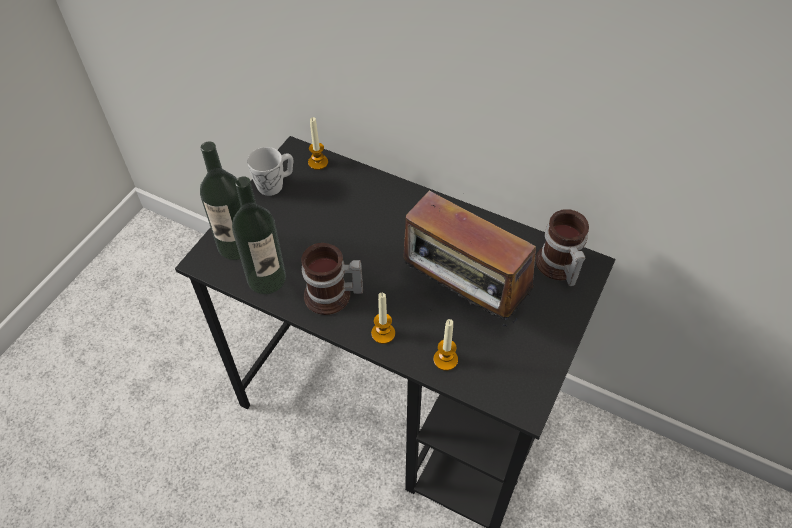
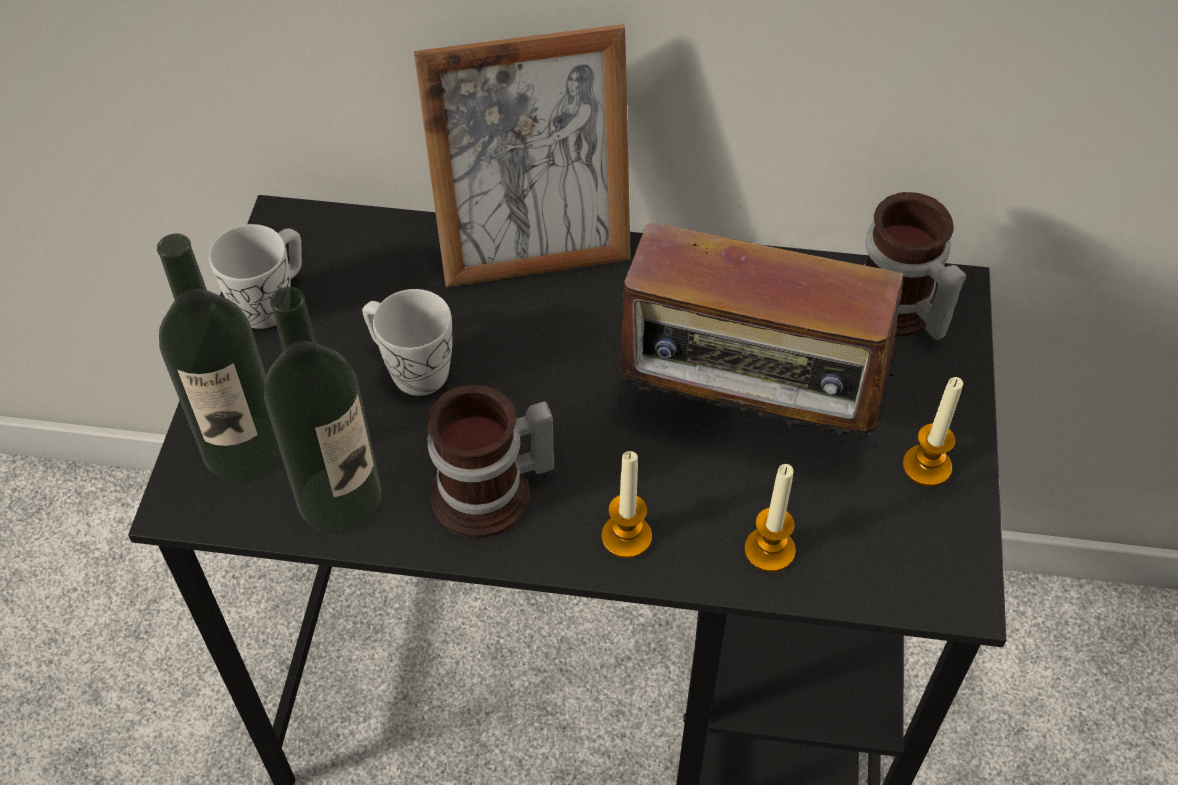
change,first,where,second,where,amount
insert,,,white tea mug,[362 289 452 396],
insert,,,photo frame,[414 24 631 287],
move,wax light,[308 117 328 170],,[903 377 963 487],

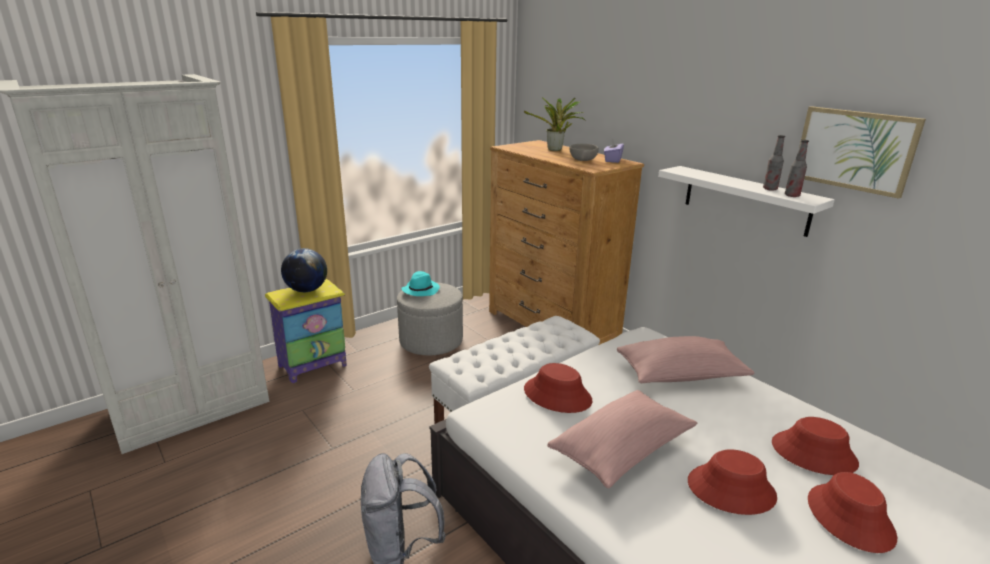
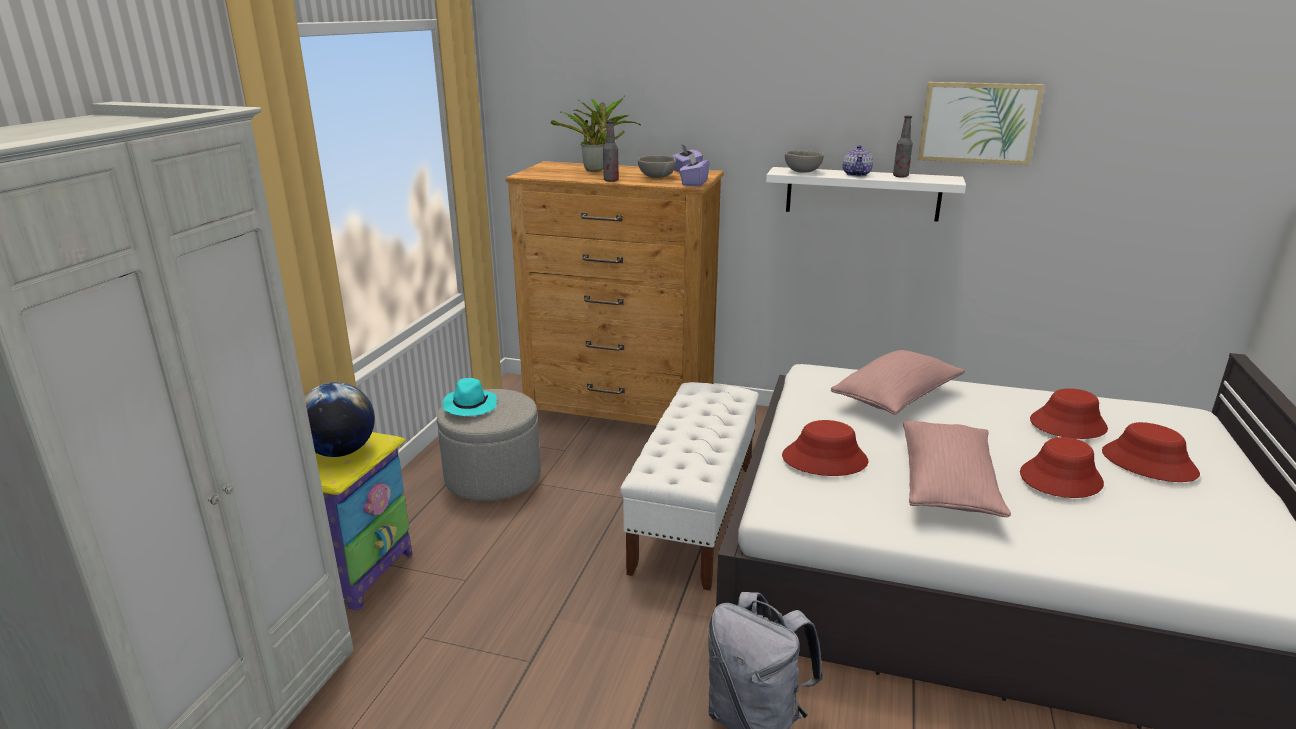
change,first,where,second,where,amount
move,drink bottle,[785 140 809 197],,[603 121 619 182],
insert,,,purple tissue box,[679 152 710 186],
insert,,,greyish deep dish,[785 151 824 173],
insert,,,teapot,[842 145 873 177],

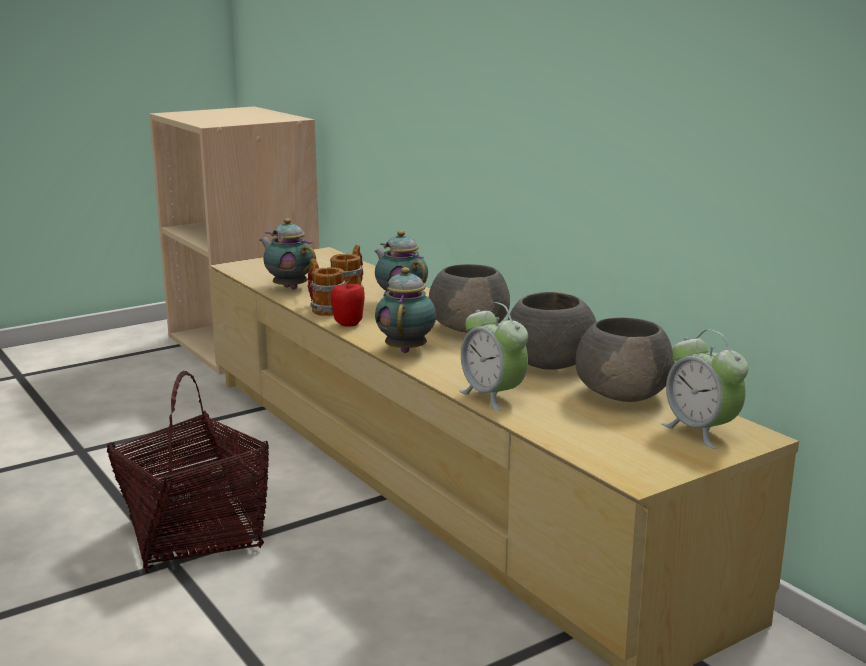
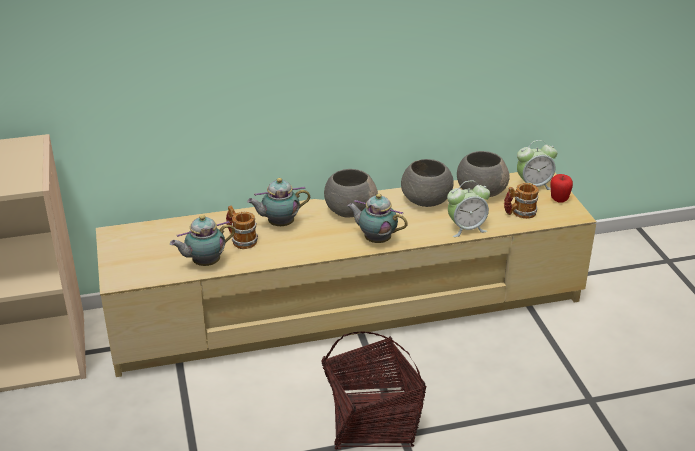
change,first,where,second,where,amount
move,tea mug,[307 259 346 316],,[504 183 539 219],
move,apple fruit,[331 283 365 327],,[550 174 573 203],

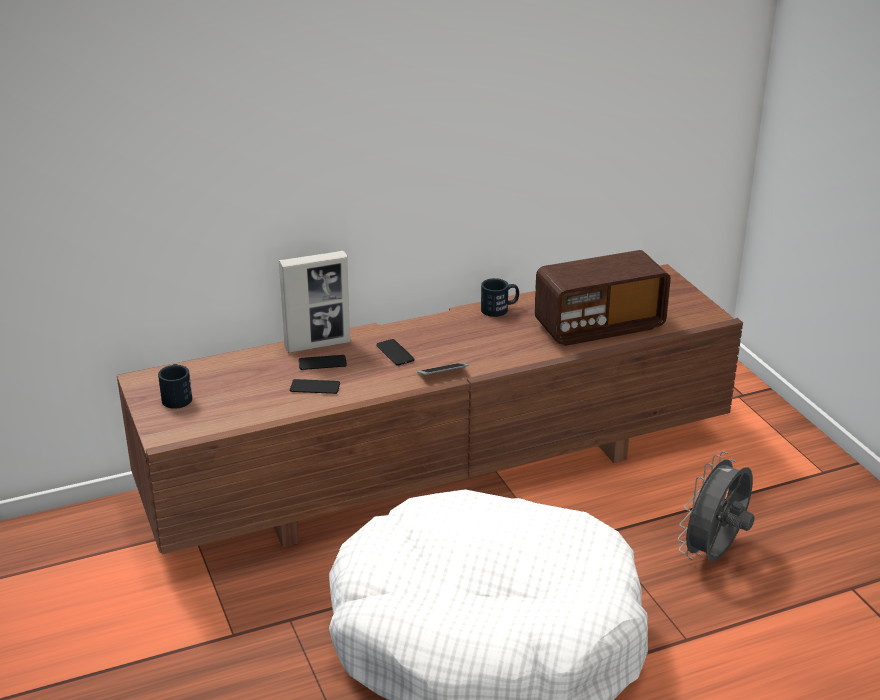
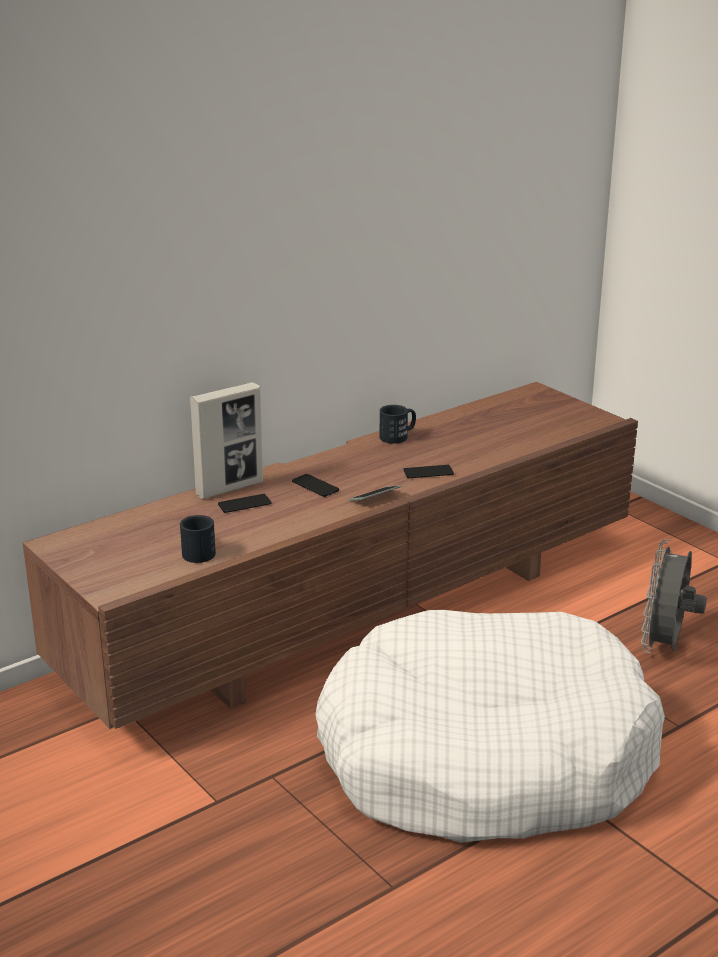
change,first,where,second,where,amount
move,black-coloured tea mug,[158 364 192 409],,[180 515 216 563],
move,handset,[290 379 340 394],,[403 465 454 478],
delete,radio,[534 250 671 346],,,

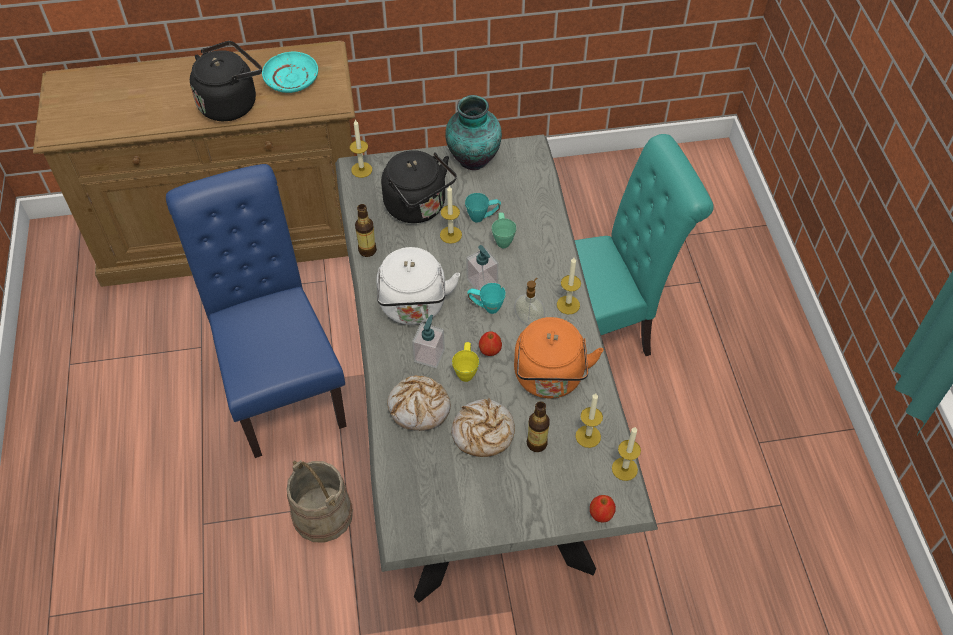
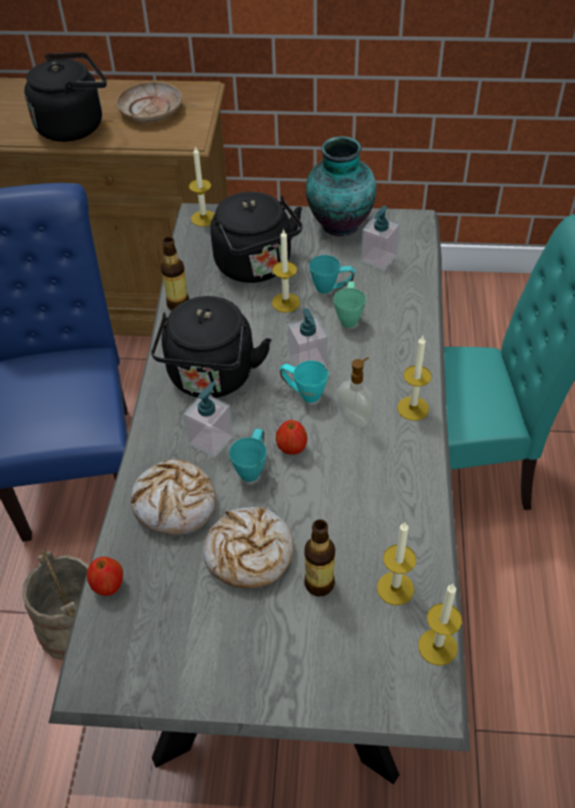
change,first,where,second,where,amount
move,apple fruit,[590 495 616 522],,[87 557 123 596],
recolor,turquoise-coloured plate,[262 52 318 93],sand-coloured plate,[116 82 182 122],
recolor,white tea kettle,[376 247 460 325],black-coloured tea kettle,[151 296 272 398],
recolor,yellow tea mug,[452 342 479 382],turquoise-coloured tea mug,[229 429 267 482],
insert,,,soap dispenser,[361 206 400 270],
delete,orange tea kettle,[514 317 603 398],,,

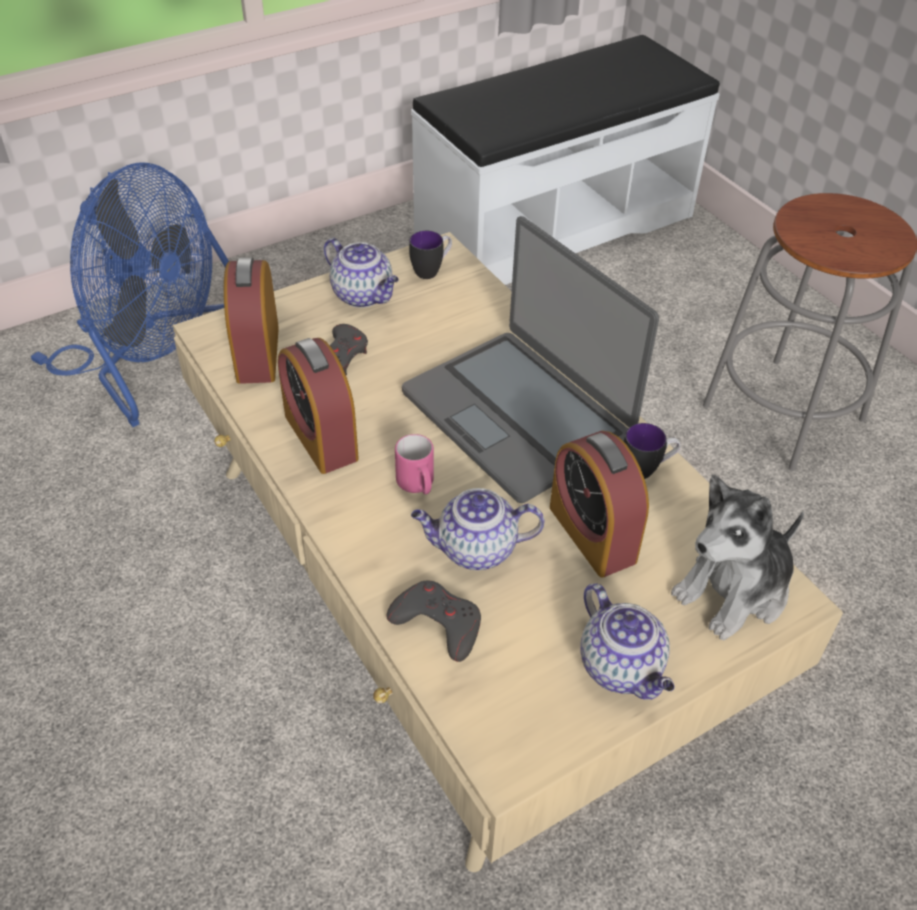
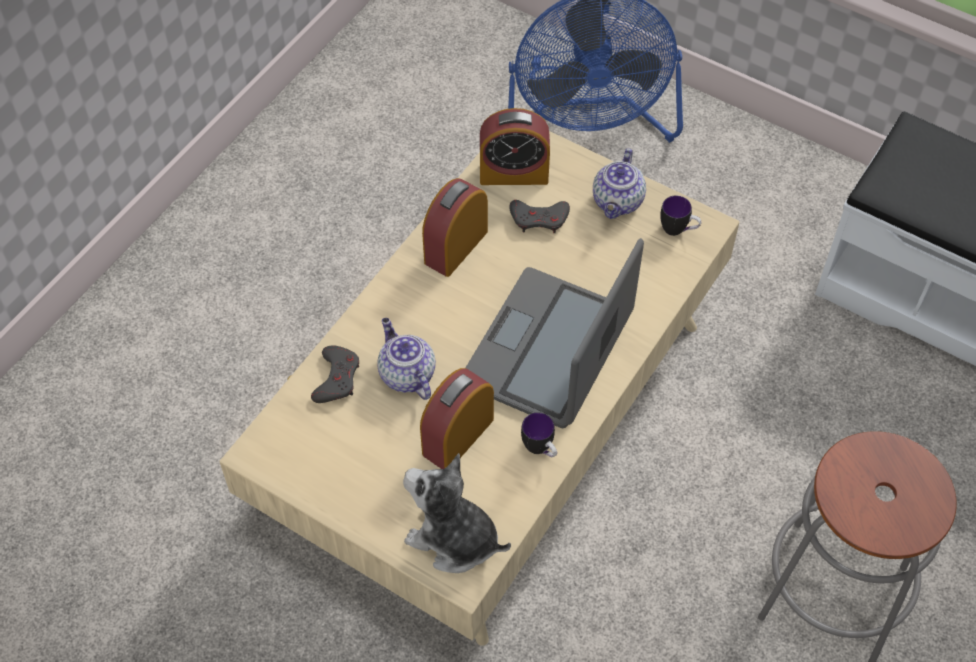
change,first,where,second,where,amount
rotate,table clock,[224 257 279 384],,[480 108 550 185],150 degrees counterclockwise
delete,pink-coloured tea mug,[395 434 434 494],,,
delete,teapot,[580 583 675 700],,,

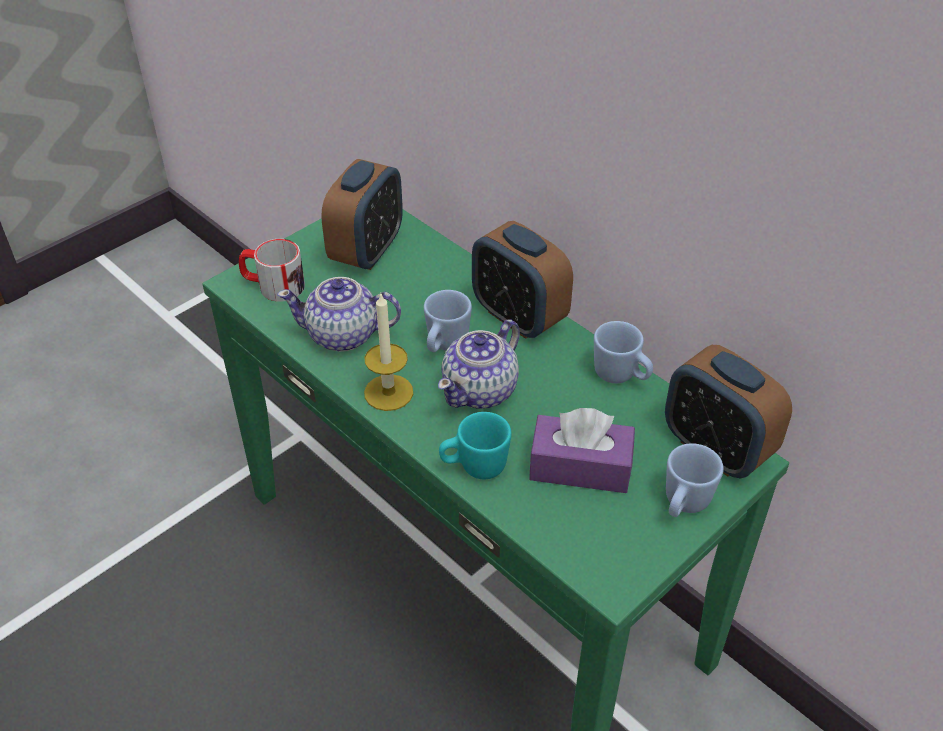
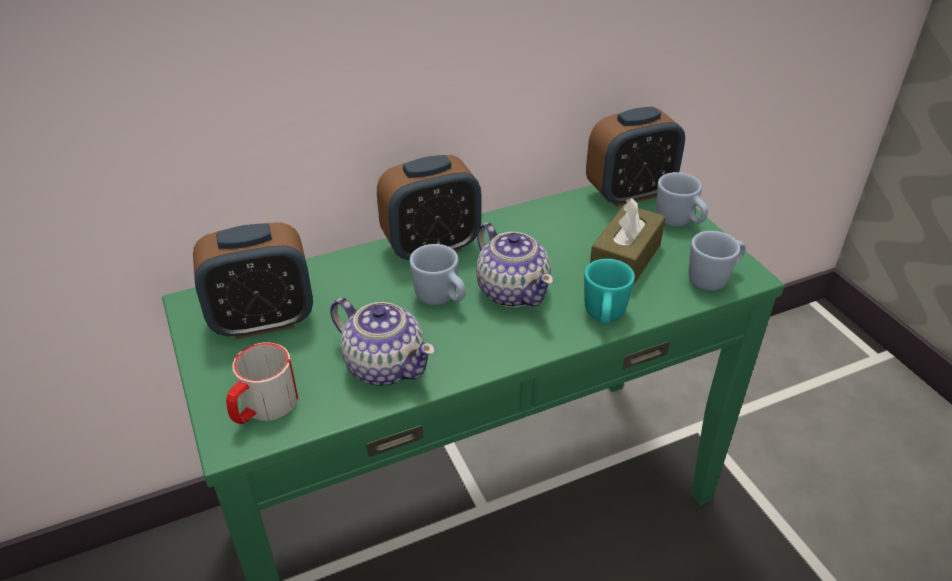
change,first,where,second,where,amount
rotate,table clock,[321 159 403 270],,[193 222 313 339],120 degrees clockwise
rotate,teapot,[277 277 401 352],,[330 298 436 386],75 degrees counterclockwise
recolor,purple tissue box,[529 408 635 493],brown tissue box,[590 198 666 286],
move,bluish tea mug,[594 321 653 383],,[688 231 746 291],
delete,wax light,[364 294 413 411],,,

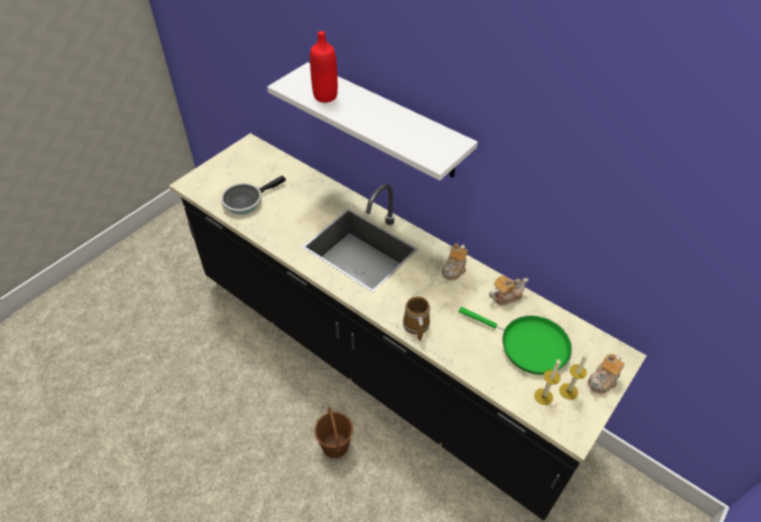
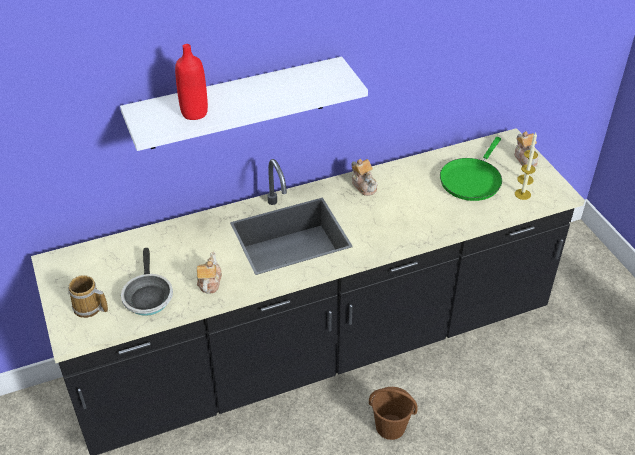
change,first,where,second,where,amount
move,tea mug,[403 296 430 340],,[69 275 108 318],
move,teapot,[489 275 528 305],,[197 252 222 294],
rotate,green-coloured frying pan,[459 307 572 375],,[440 137 502 201],150 degrees clockwise

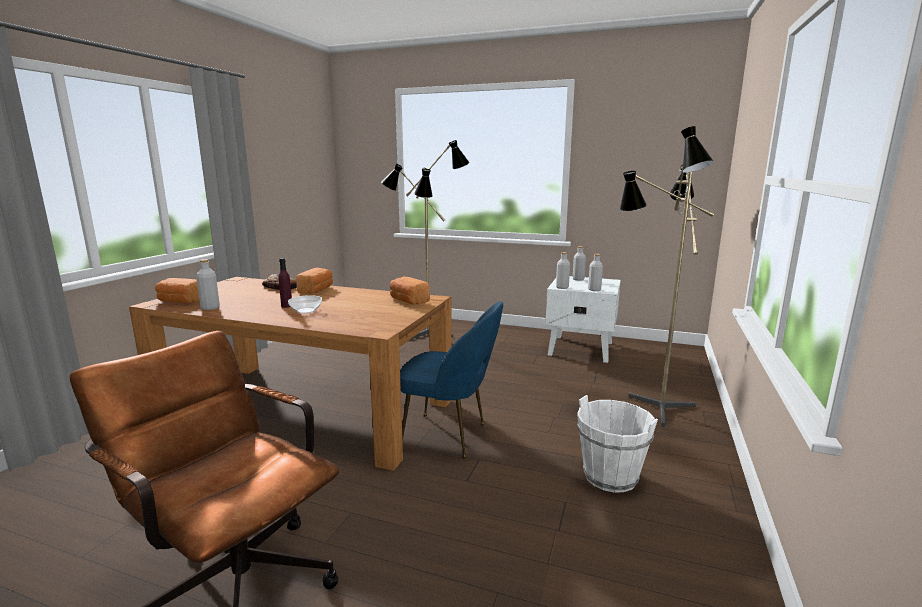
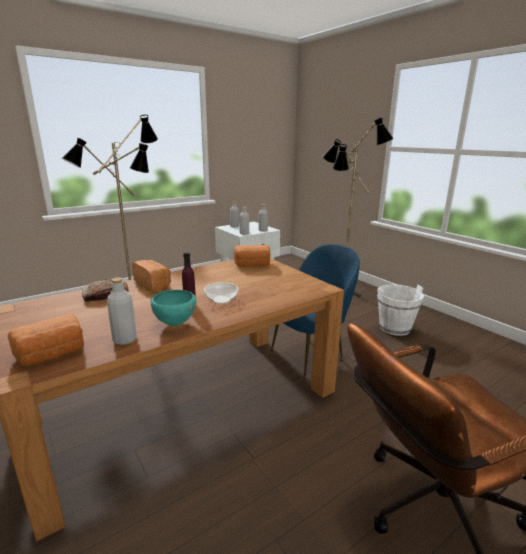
change,first,where,second,where,amount
insert,,,turquoise-coloured deep dish,[151 290 196 326],

